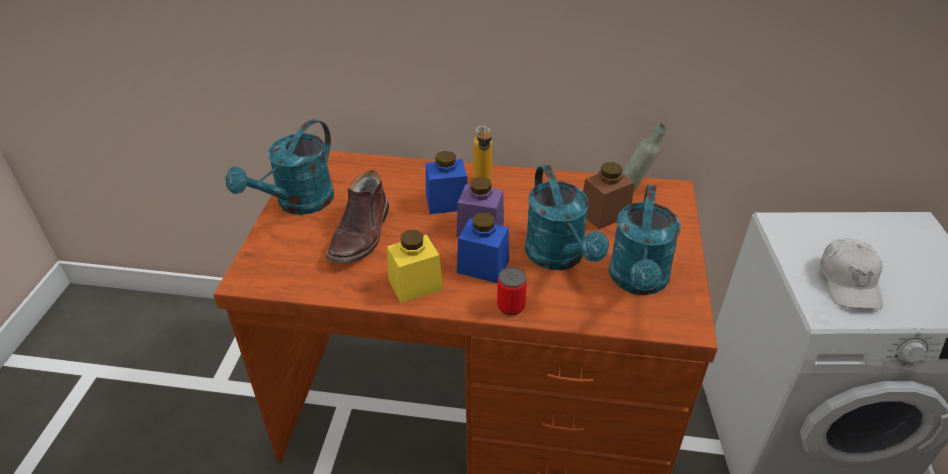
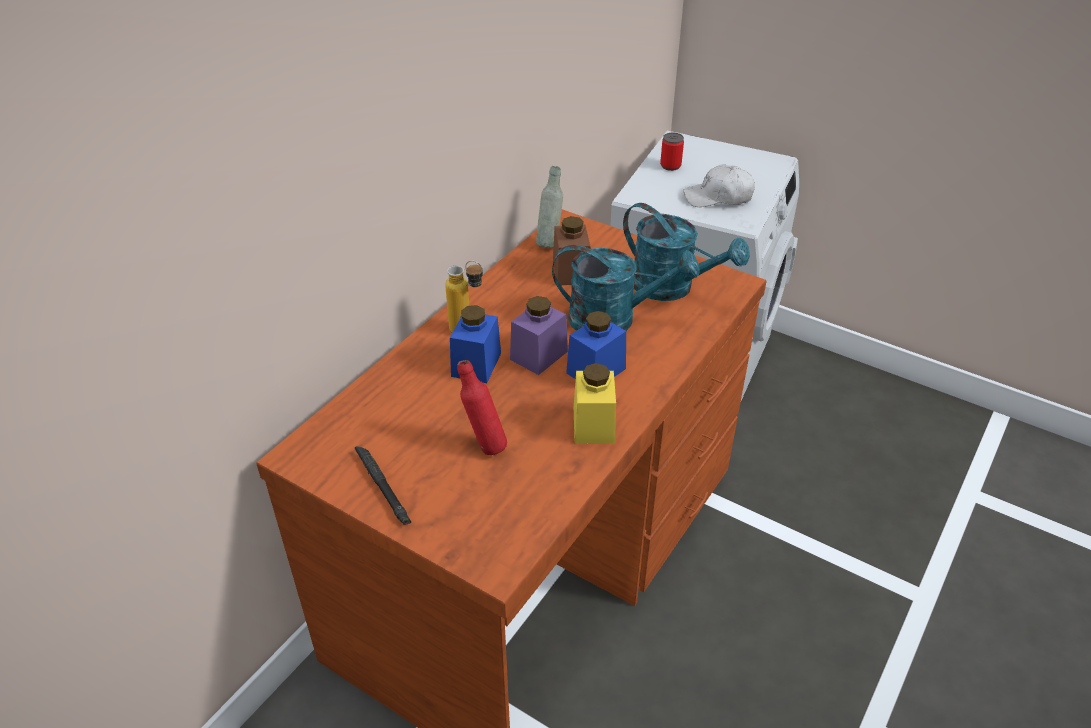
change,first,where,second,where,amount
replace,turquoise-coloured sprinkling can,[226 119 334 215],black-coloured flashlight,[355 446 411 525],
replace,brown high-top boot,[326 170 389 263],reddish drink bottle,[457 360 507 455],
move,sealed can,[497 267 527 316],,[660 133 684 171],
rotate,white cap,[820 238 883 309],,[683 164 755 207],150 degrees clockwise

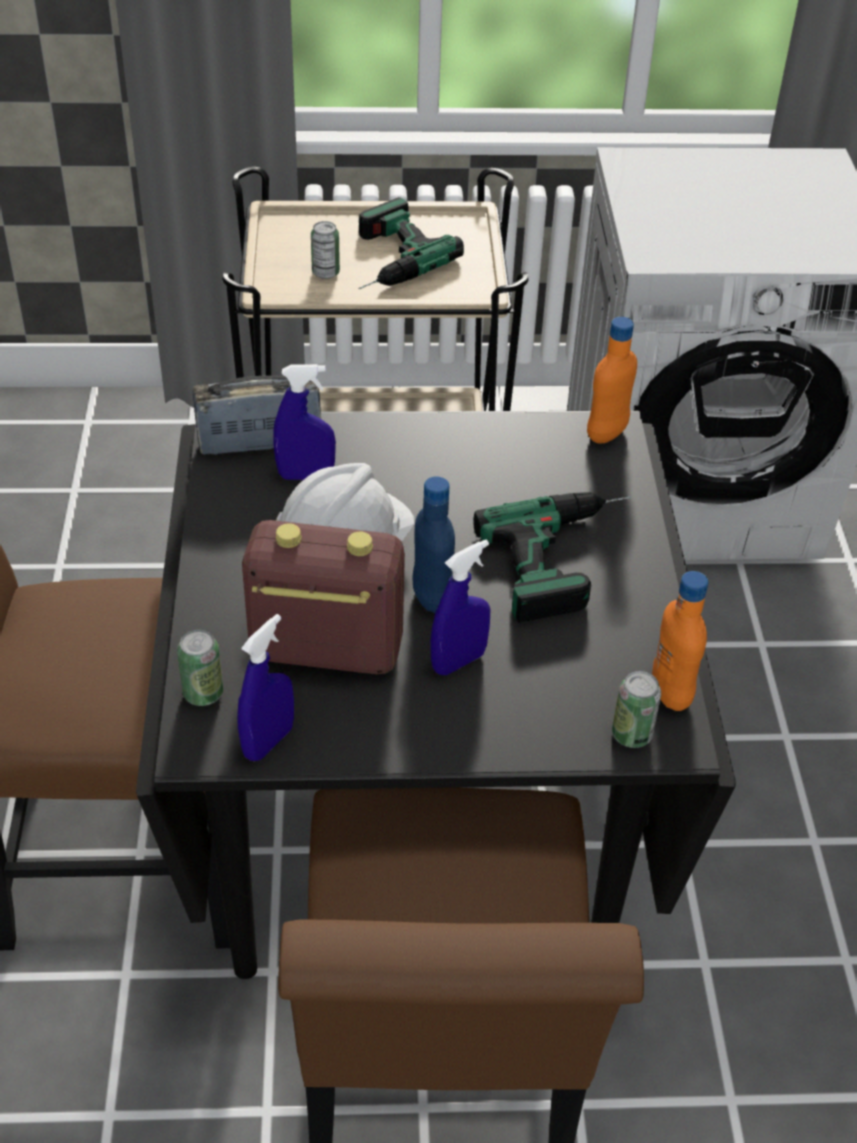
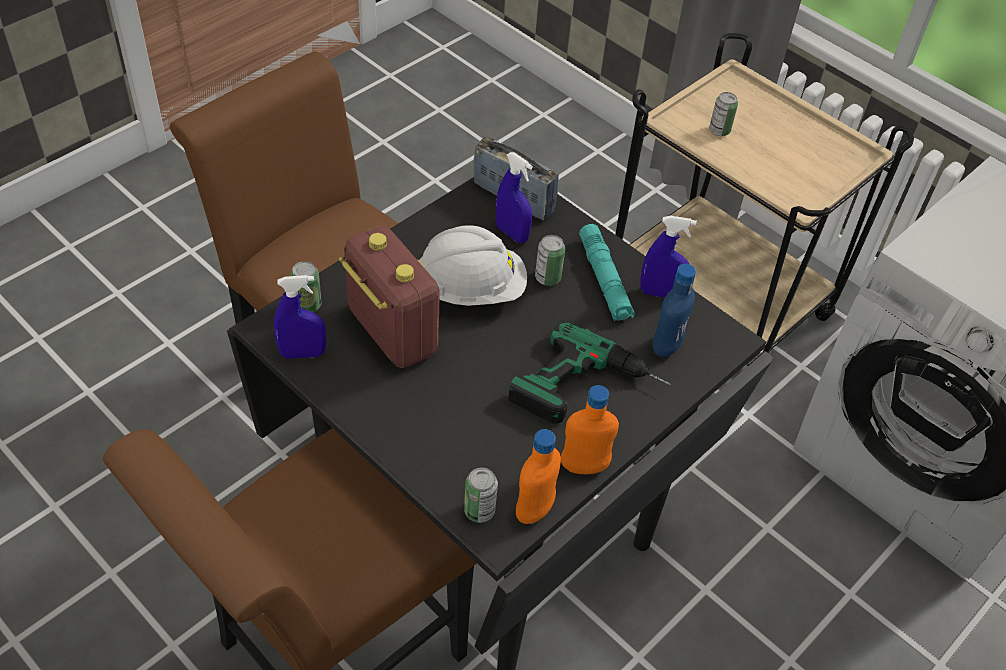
change,first,where,second,where,amount
insert,,,sealed can,[535 235 565 286],
move,orange drink bottle,[587 317 637 444],,[561 385 619 474],
insert,,,turquoise-coloured flashlight,[579 224 635 321],
move,bluish spray bottle,[430 540 490 675],,[640 216 697 298],
move,bluish drink bottle,[412 476 455 613],,[653 264 696 357],
delete,electric drill,[359 197 464 289],,,

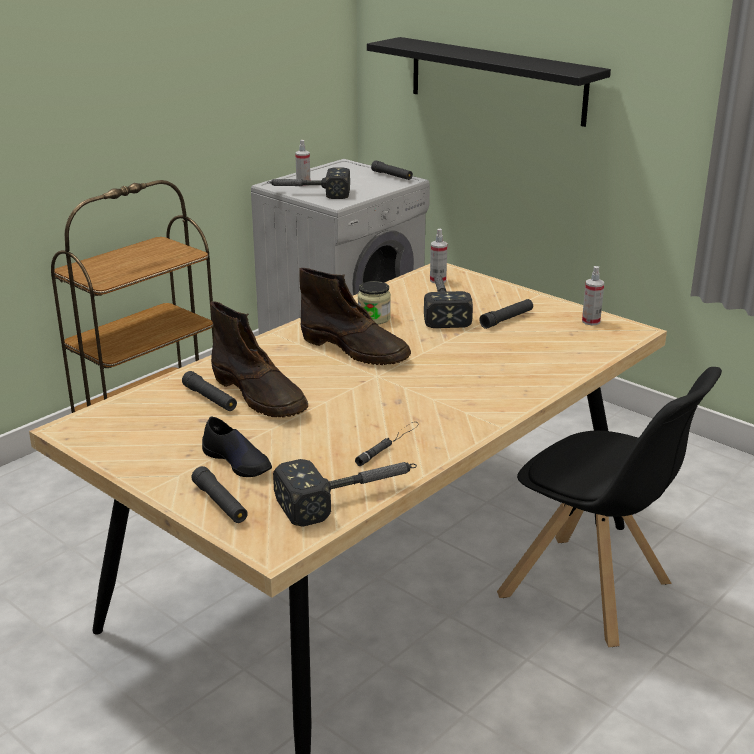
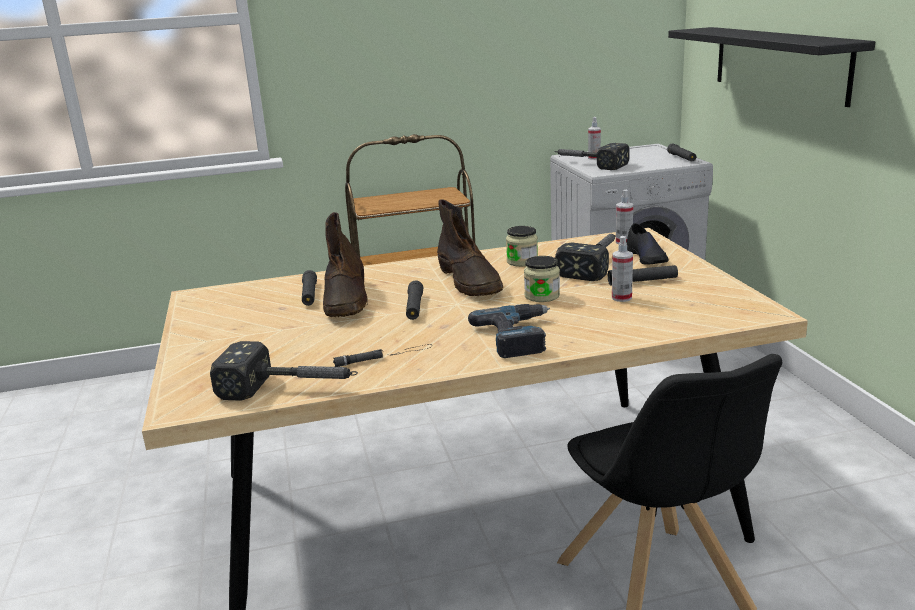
change,first,where,second,where,amount
move,black-coloured flashlight,[191 466 248 523],,[406 280 423 320],
insert,,,electric drill,[468 304 550 358],
insert,,,storage jar,[524 256 560 302],
move,spray bottle,[582 266 604 325],,[612 236 633 302],
move,black-coloured shoe,[202 417 272 477],,[626 223 668 264],

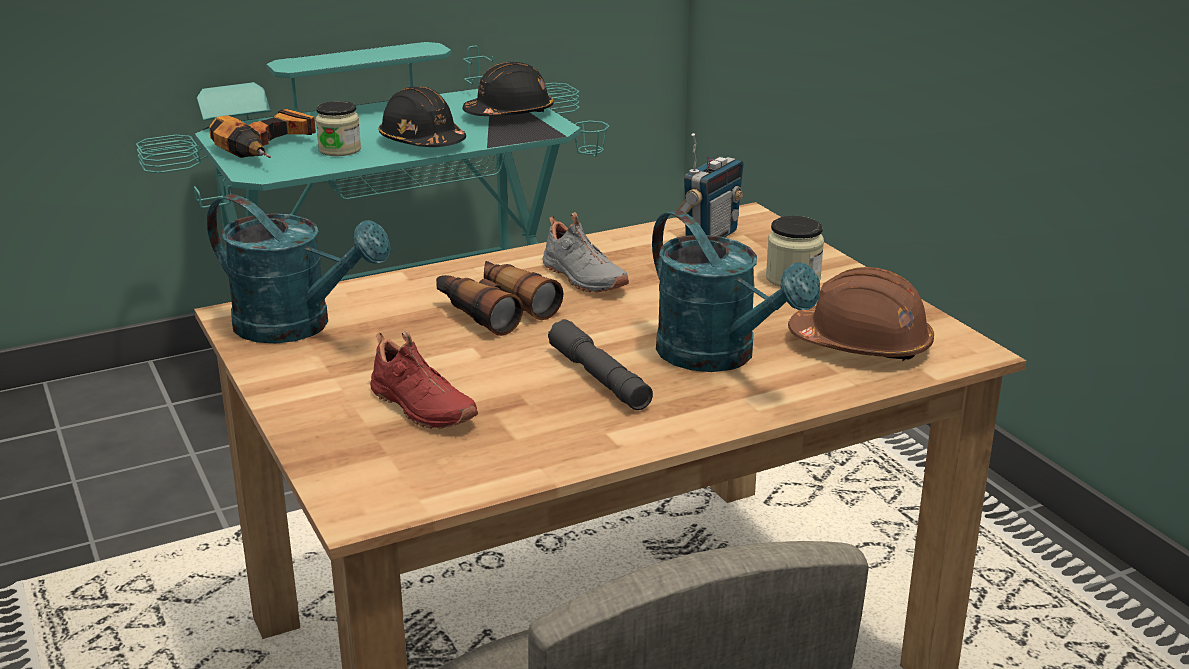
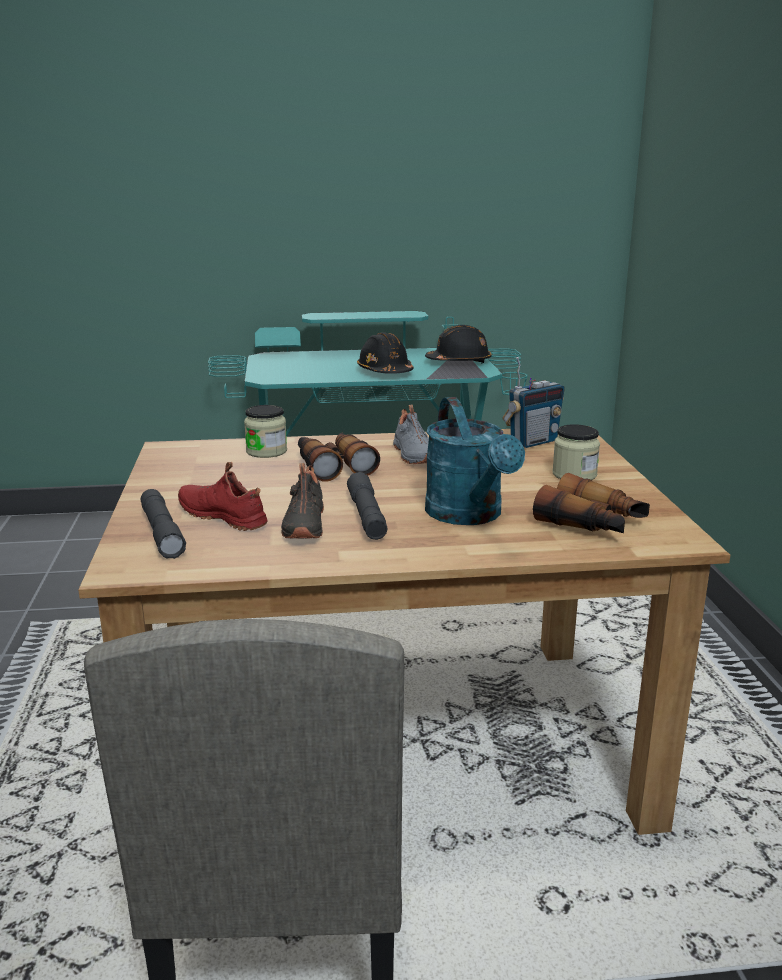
change,first,where,second,where,amount
insert,,,greyish flashlight,[141 489 186 559],
rotate,reddish shoe,[370 331 478 429],,[178 462 268 531],150 degrees clockwise
move,storage jar,[316 101 361 156],,[244 405 287 458],
insert,,,black-coloured shoe,[281 463 324 539],
replace,brown hard hat,[788 267 934 361],pair of binoculars,[533 473 650 533],
delete,turquoise-coloured sprinkling can,[207 194 391 344],,,
delete,electric drill,[209 109 316 158],,,

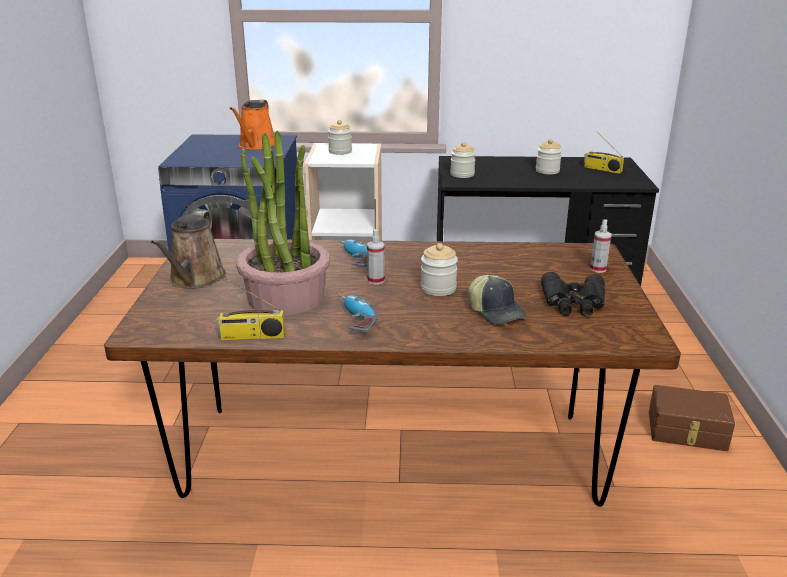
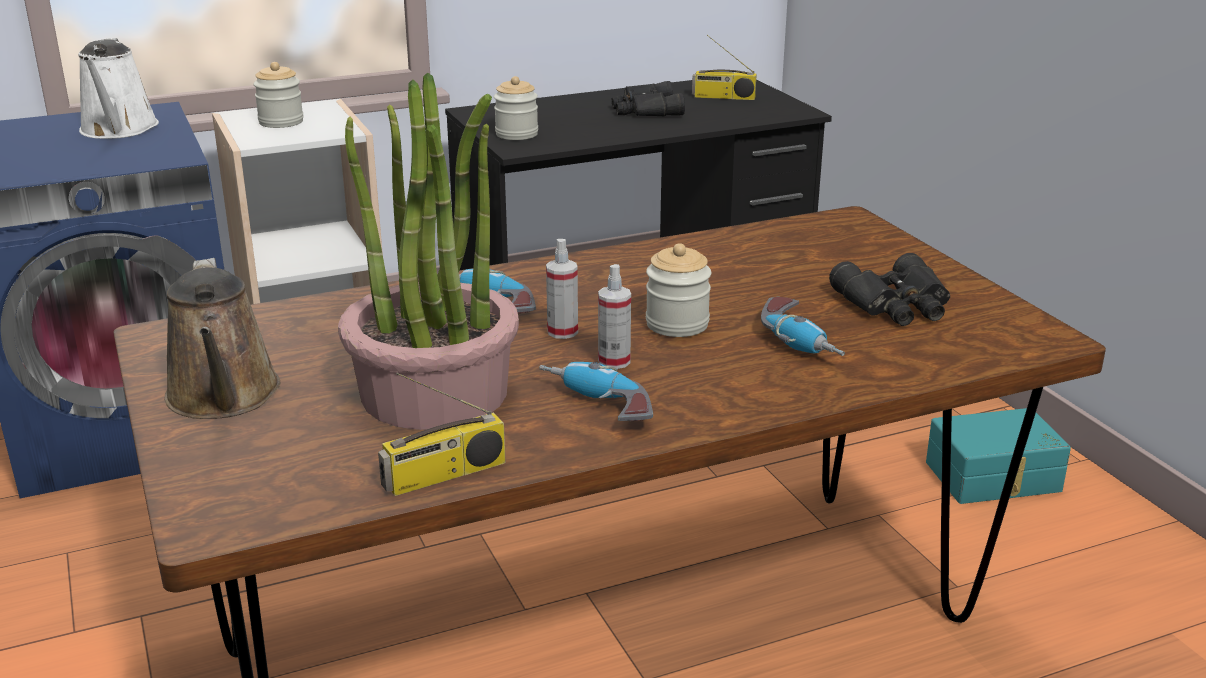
change,first,where,second,where,amount
recolor,orange sprinkling can,[230 100 275 150],white sprinkling can,[78 38 159 139],
move,spray bottle,[590 219 611 273],,[598 264 631 369],
replace,storage jar,[536 139 562 174],black-coloured pair of binoculars,[612 81 685 116],
replace,cap,[468 275 526 326],electric drill,[761 297 845 356],
recolor,brown storage container,[649 385 735 451],turquoise-coloured storage container,[926 408 1071 504],

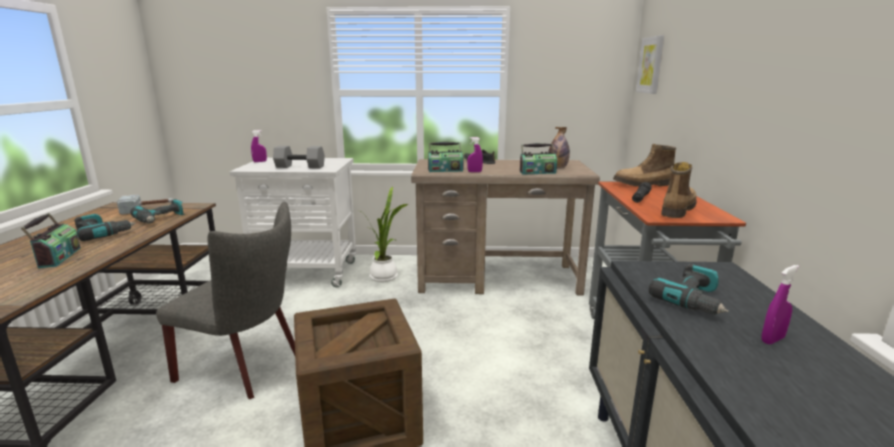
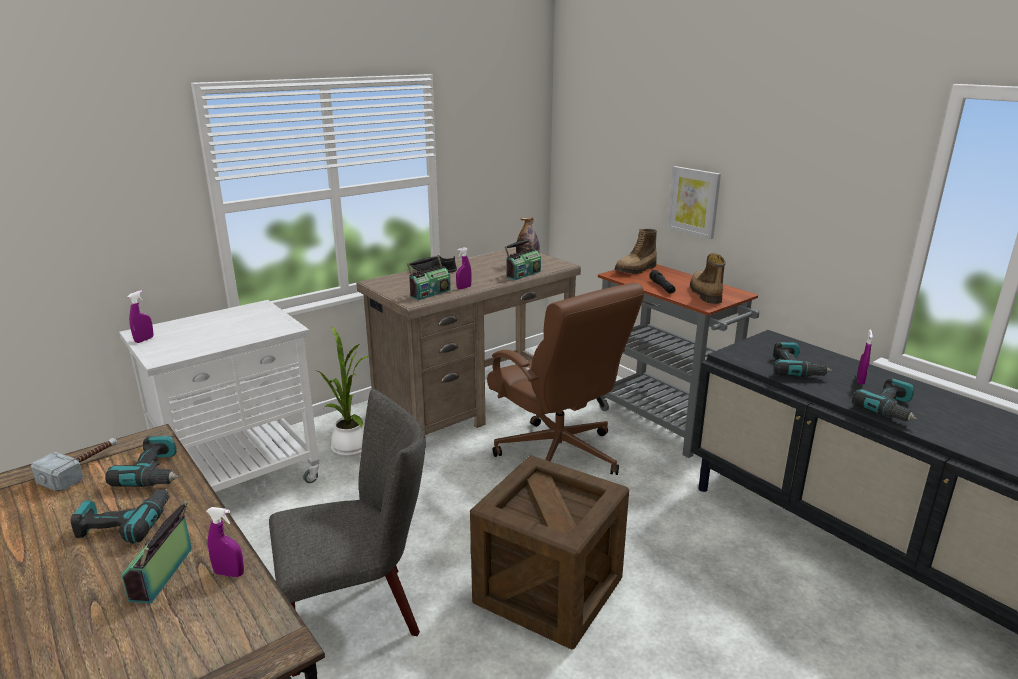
change,first,where,second,where,amount
rotate,radio,[21 213 81 268],,[121 501 192 603],120 degrees counterclockwise
insert,,,purple spray bottle,[206 507 244 577],
insert,,,brown computer chair,[487 282 644 475],
move,wall picture,[636 35 664 94],,[667 166 721 239],
insert,,,electric drill,[852 378 918 422],
delete,greyish hand weight,[273 146 325 168],,,

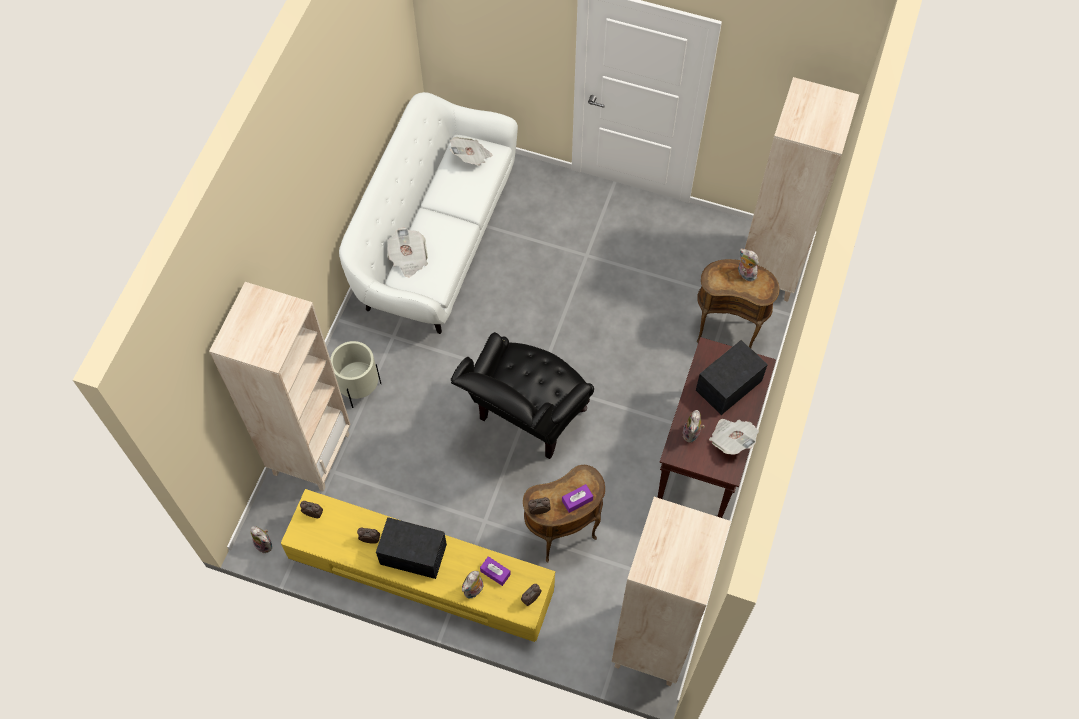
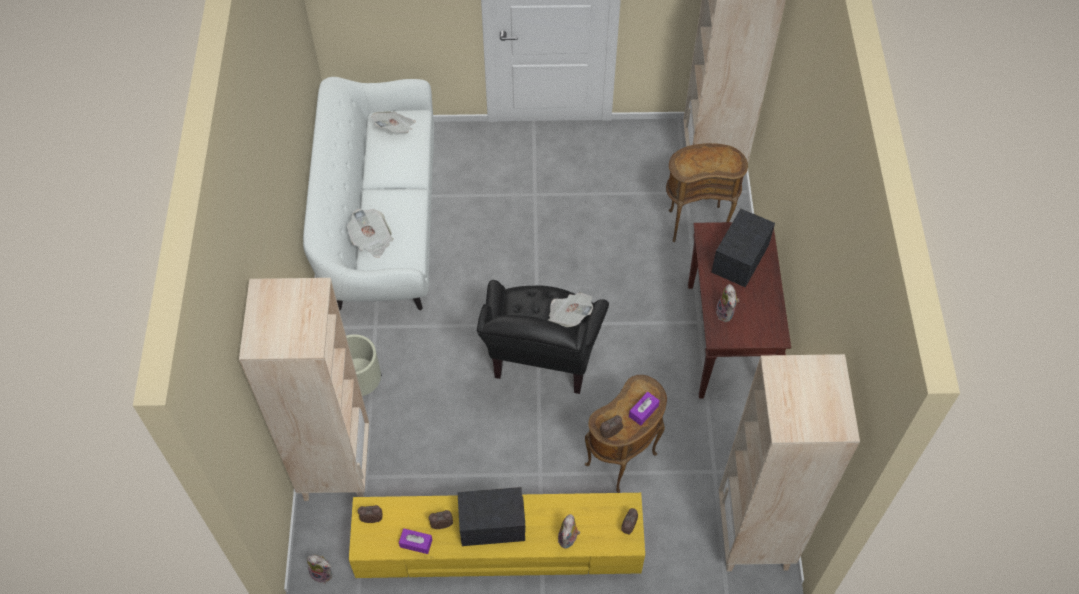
change,first,where,second,where,amount
move,purple tissue box,[480 556 511 586],,[399 528 432 554],
move,printed paper,[709 419 759 455],,[548 292 593 327],
delete,cuddly toy,[738 249 759 282],,,

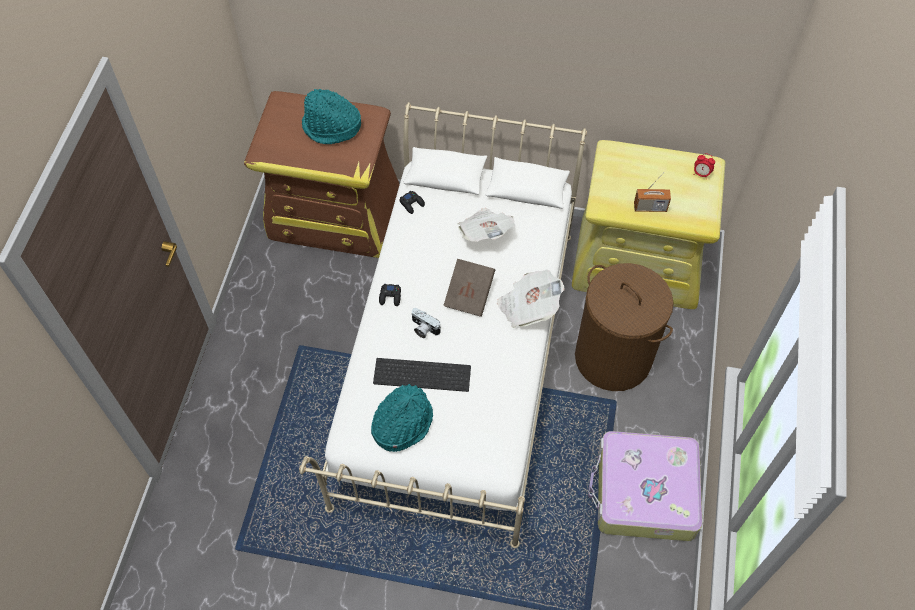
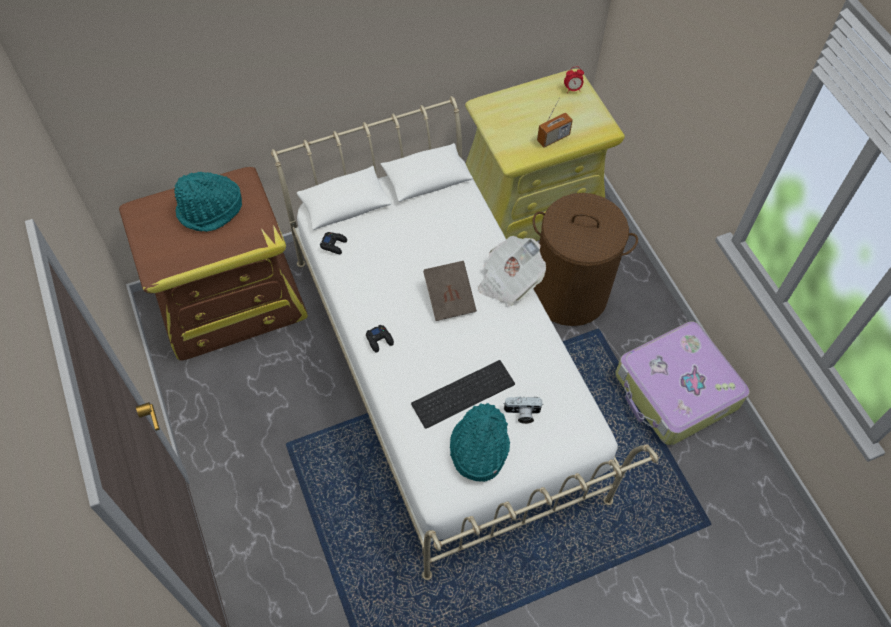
change,first,where,second,where,amount
move,still camera,[411 308 441 338],,[503 396 543 424],
delete,printed paper,[458 208 515 242],,,

